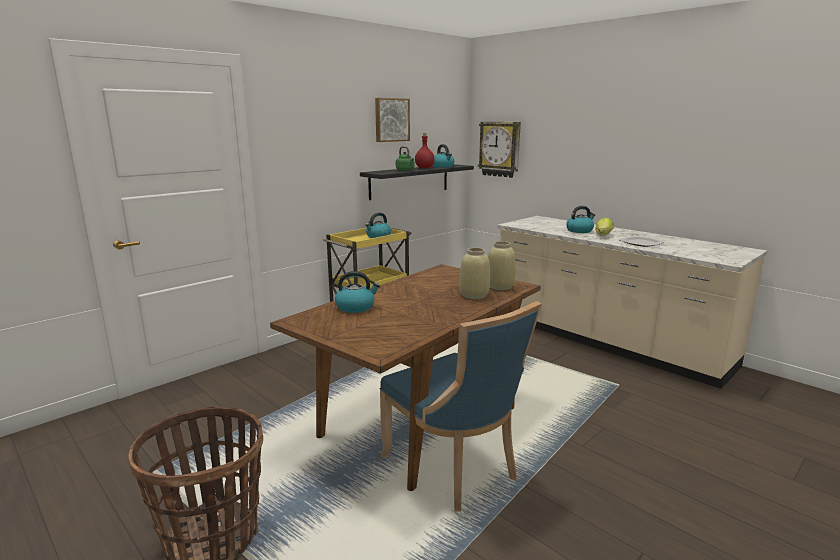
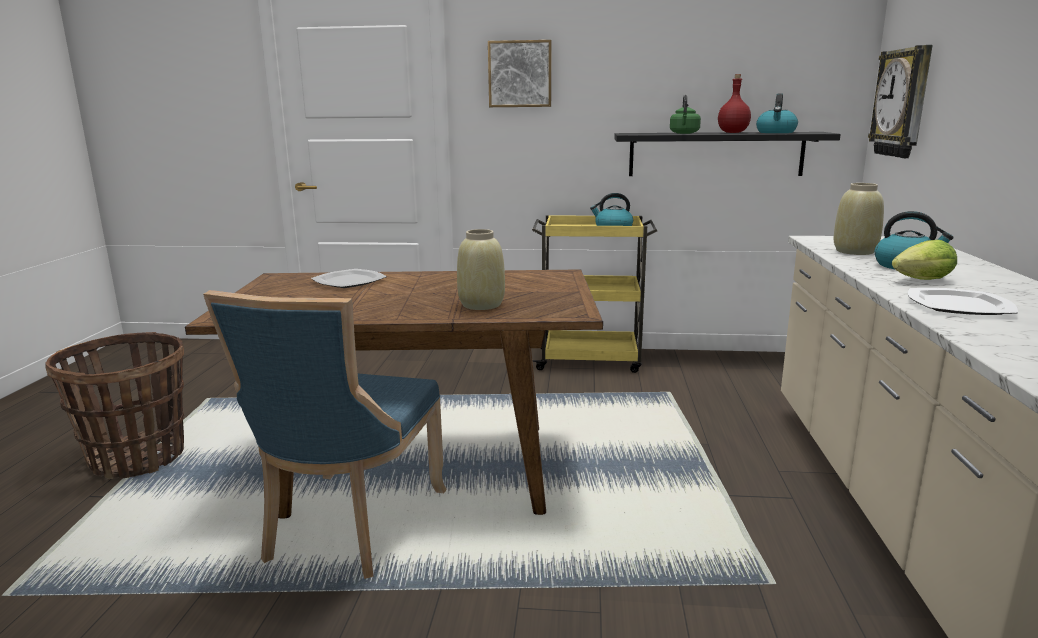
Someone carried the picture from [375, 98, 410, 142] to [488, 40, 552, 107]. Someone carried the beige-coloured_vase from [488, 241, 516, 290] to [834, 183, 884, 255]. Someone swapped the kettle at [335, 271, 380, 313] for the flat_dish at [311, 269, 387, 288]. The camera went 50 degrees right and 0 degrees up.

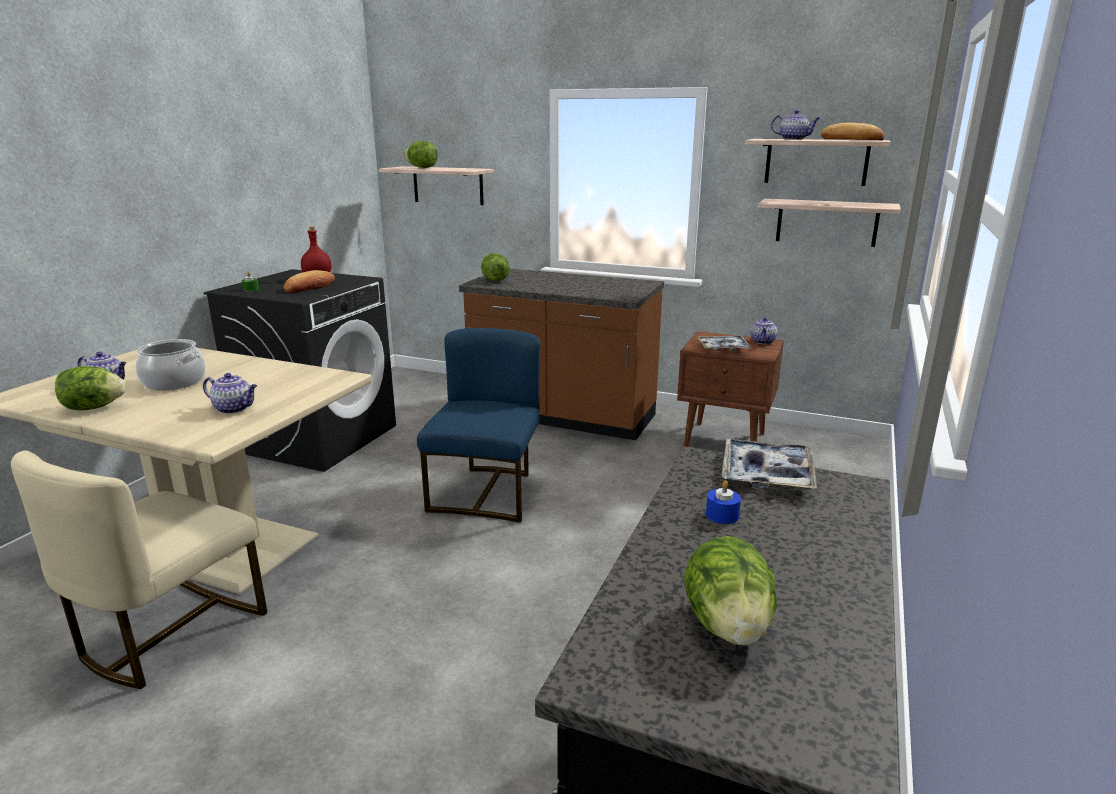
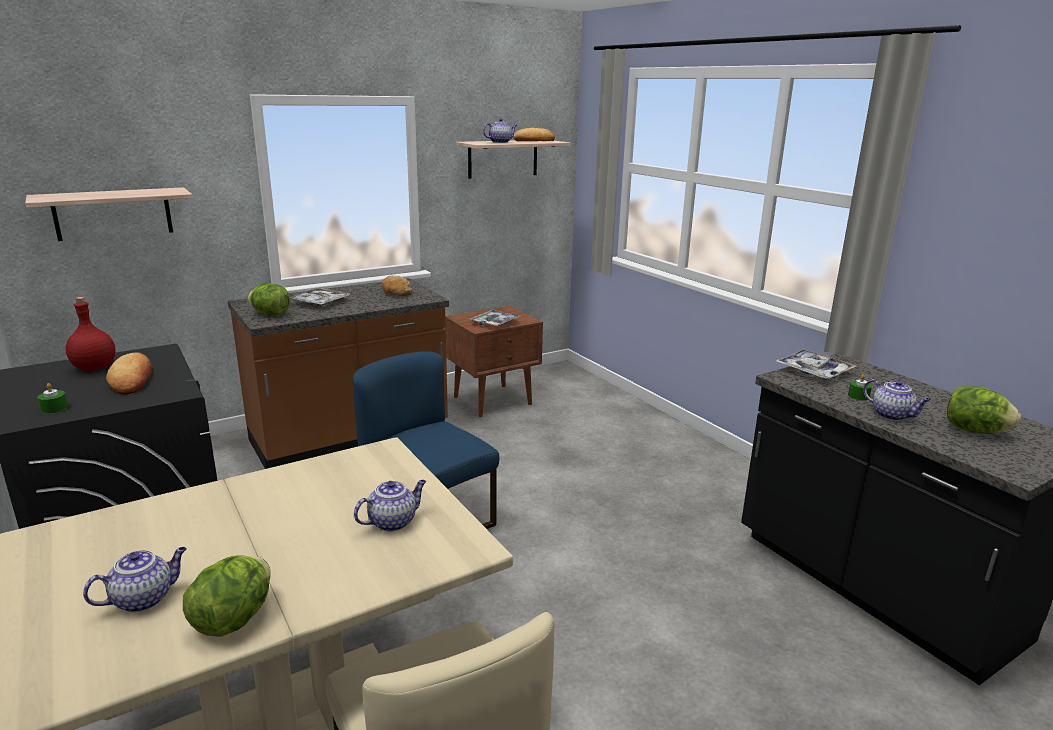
Someone took away the cooking_pot at [136, 339, 206, 390]. Someone took away the lettuce_head at [404, 141, 438, 168]. Someone took away the shelf at [757, 199, 901, 247]. Someone put down the serving_tray at [290, 288, 350, 305]. Someone put down the bread at [381, 275, 413, 296]. Someone carried the pot_for_tea from [750, 317, 778, 344] to [864, 379, 931, 421]. Someone repainted the blue-coloured_wax_candle at [706, 480, 741, 524], which became the greenish_wax_candle at [848, 374, 872, 400]. The camera went 55 degrees left and 0 degrees up.

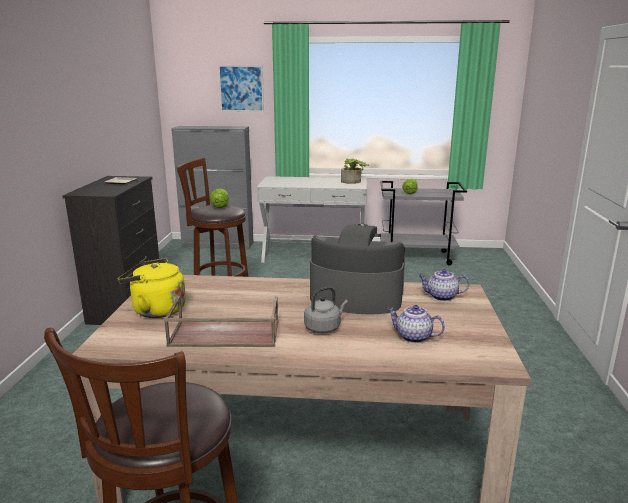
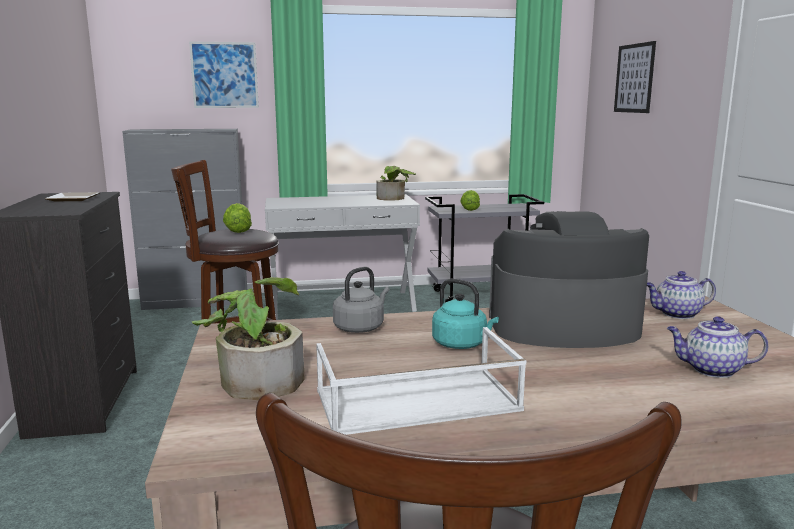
Someone put down the turquoise-coloured_kettle at [432, 279, 499, 349]. Someone put up the picture at [614, 41, 656, 113]. Someone carried the gray_kettle from [304, 286, 348, 333] to [333, 267, 389, 333]. Someone swapped the yellowish_kettle at [118, 258, 186, 318] for the houseplant at [191, 277, 305, 400]. Someone repainted the brownish_serving_tray at [164, 296, 278, 347], which became the white_serving_tray at [316, 327, 526, 435]. The camera went 15 degrees left and 5 degrees down.

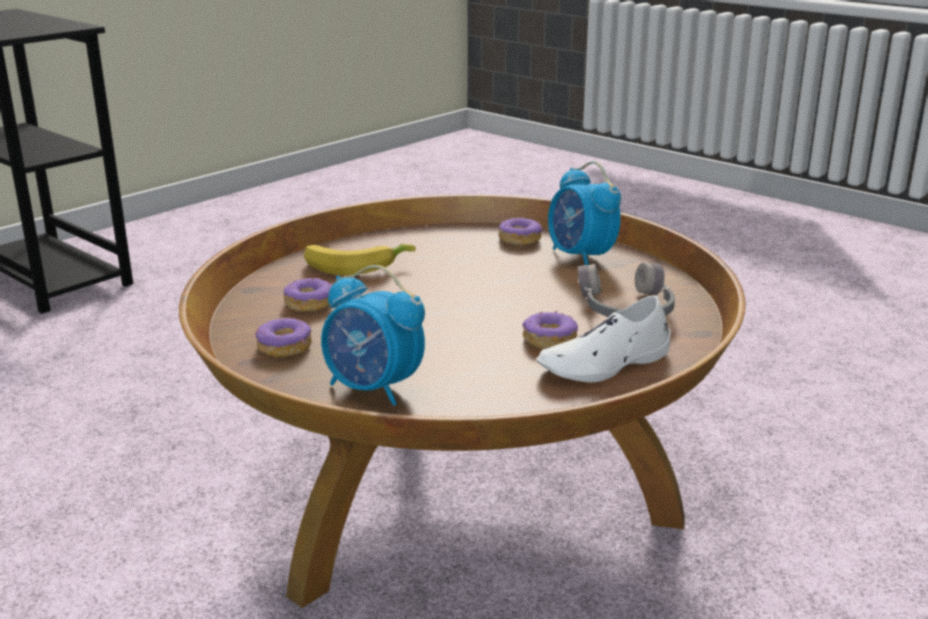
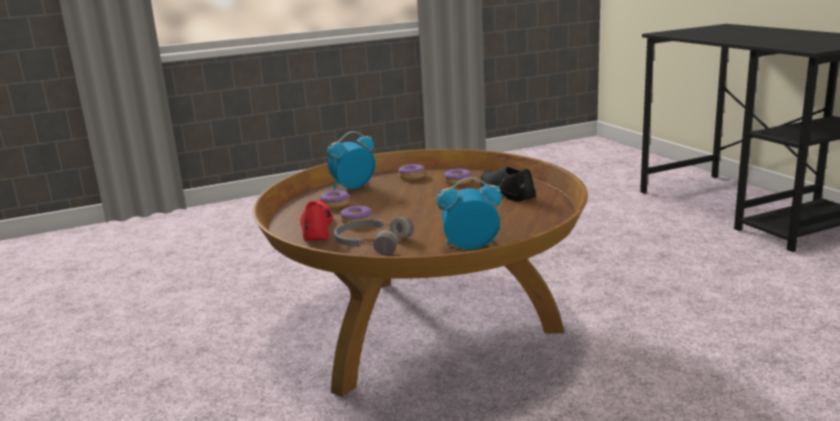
Someone carried the doughnut from [498, 217, 542, 246] to [320, 190, 350, 208]. Someone swapped the banana at [304, 244, 416, 275] for the blackish_low_shoe at [480, 167, 536, 202]. Someone repainted the white_low_shoe at [536, 295, 671, 382], which became the reddish_low_shoe at [300, 201, 333, 241]. The camera went 115 degrees right and 5 degrees down.

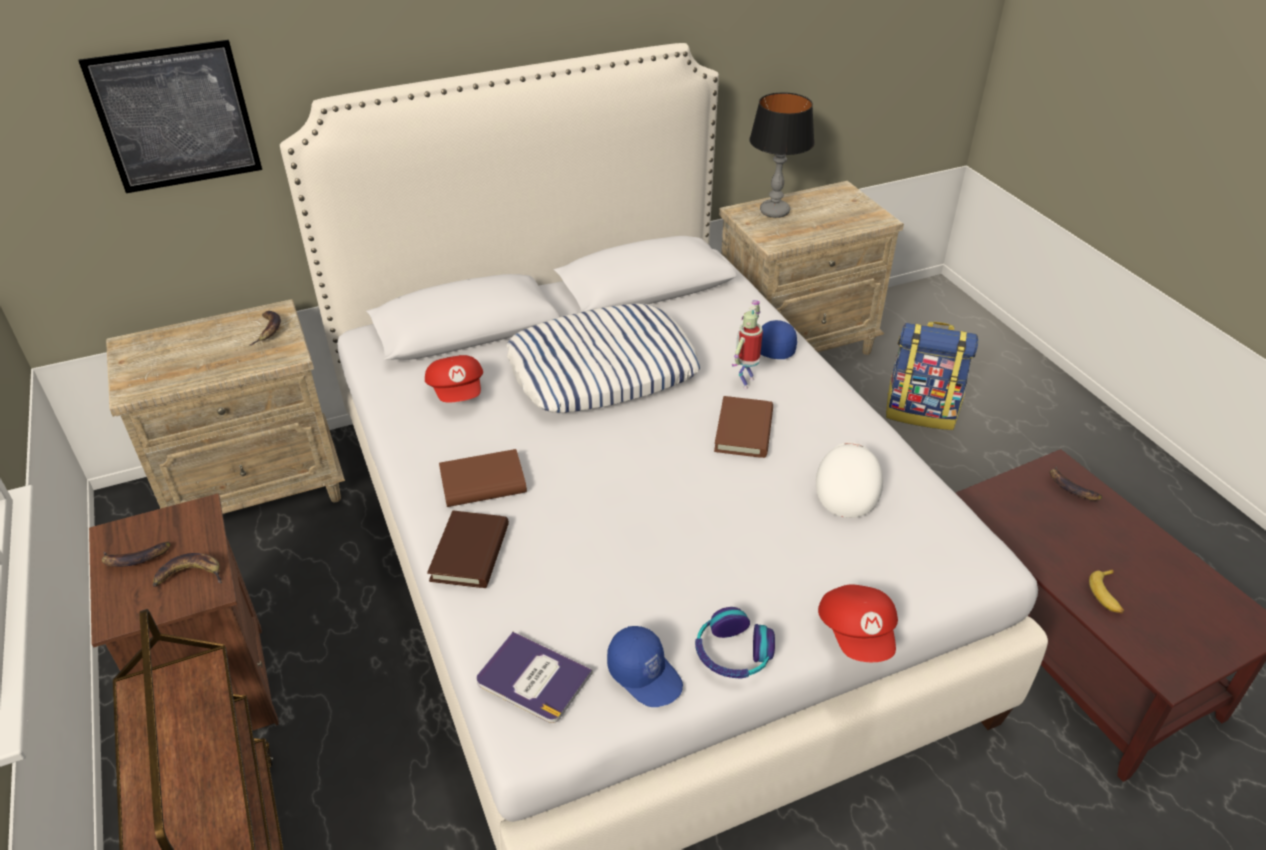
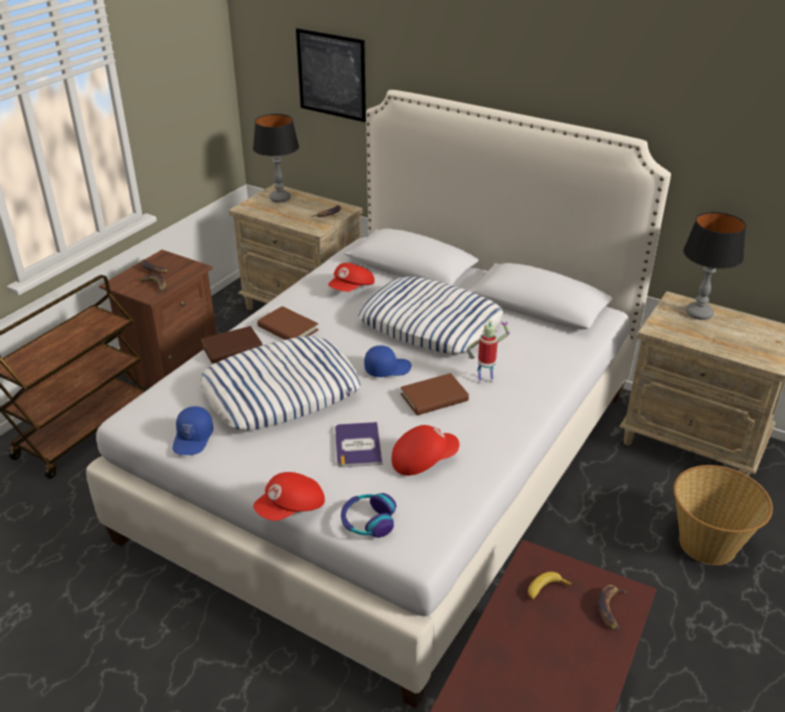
Someone put down the throw_pillow at [200, 336, 361, 430]. Someone put down the lamp_for_a_table at [253, 114, 299, 203]. Someone carried the book from [477, 632, 592, 723] to [335, 422, 382, 467]. Someone carried the headset from [695, 607, 775, 679] to [341, 493, 397, 538]. Someone carried the blue-coloured_baseball_cap from [761, 320, 797, 359] to [364, 345, 412, 377]. Someone carried the banana from [1089, 569, 1124, 614] to [528, 572, 572, 600]. Someone swapped the backpack at [886, 322, 978, 430] for the basket at [673, 465, 773, 565]. Someone repainted the white_baseball_cap at [816, 442, 883, 518], which became the reddish_baseball_cap at [392, 425, 460, 476]. The camera went 55 degrees right and 5 degrees down.

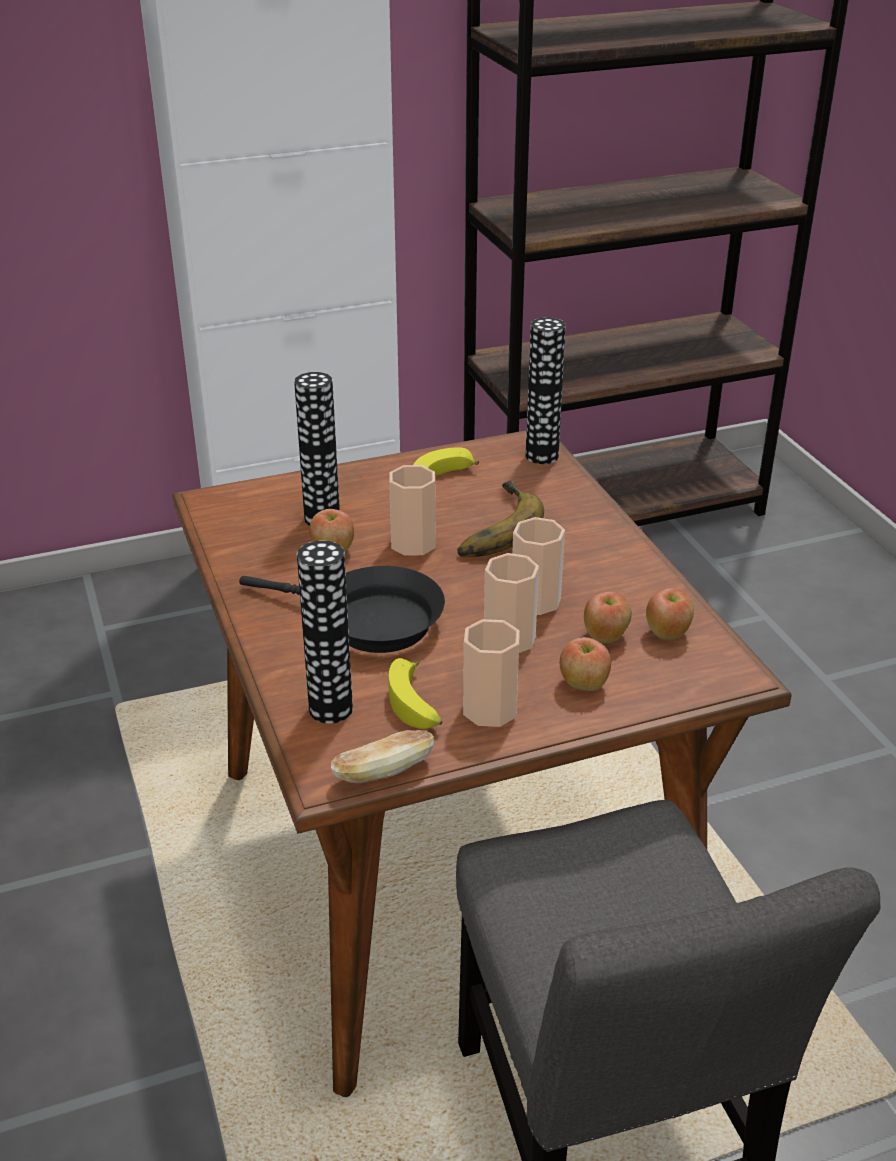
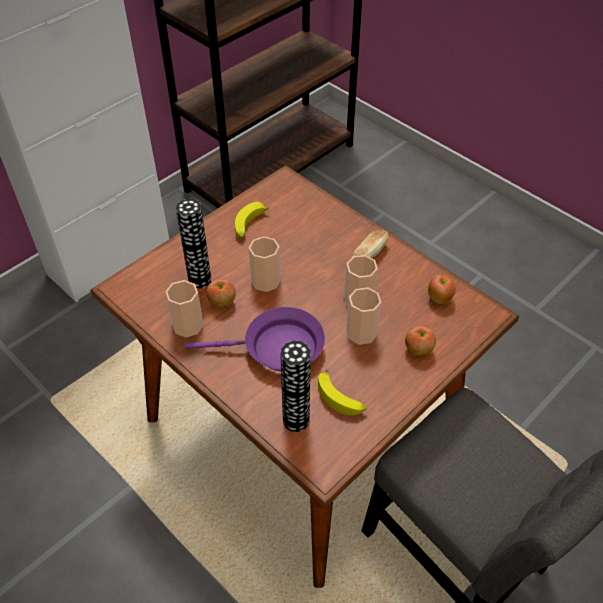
Someone took away the banana at [457, 481, 544, 557]. Someone took away the vase at [526, 317, 566, 464]. Someone took away the apple_fruit at [584, 592, 632, 643]. Someone carried the bread from [331, 730, 434, 783] to [351, 229, 388, 258]. Someone carried the cup from [463, 619, 520, 727] to [165, 280, 203, 337]. Someone repainted the blackish_frying_pan at [239, 566, 445, 653], which became the purple-coloured_frying_pan at [185, 307, 325, 371]. The camera went 25 degrees left and 15 degrees up.

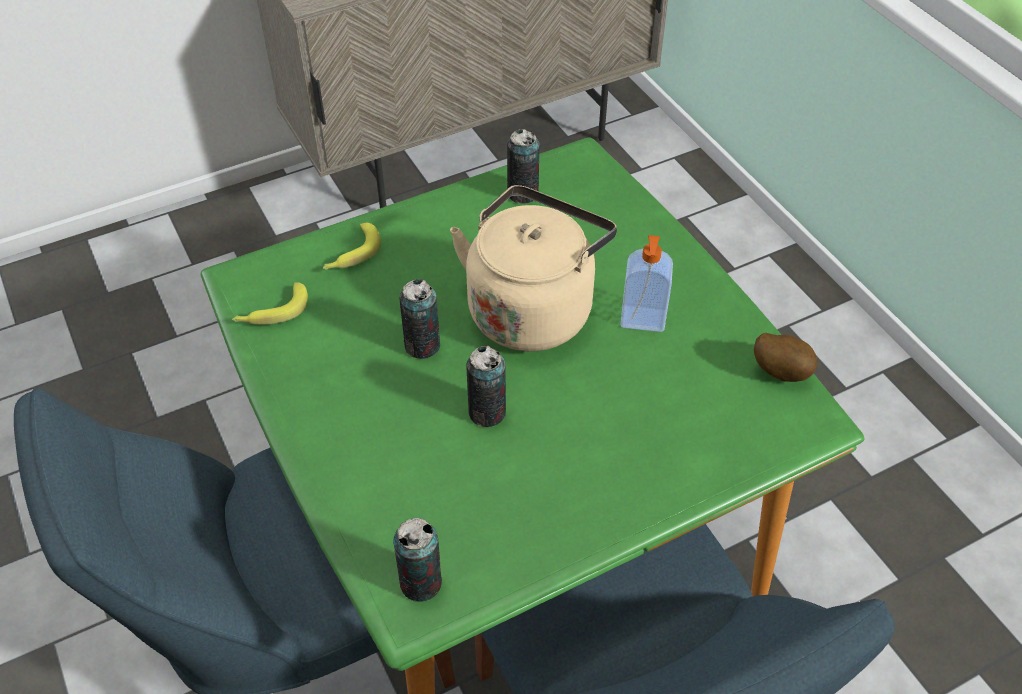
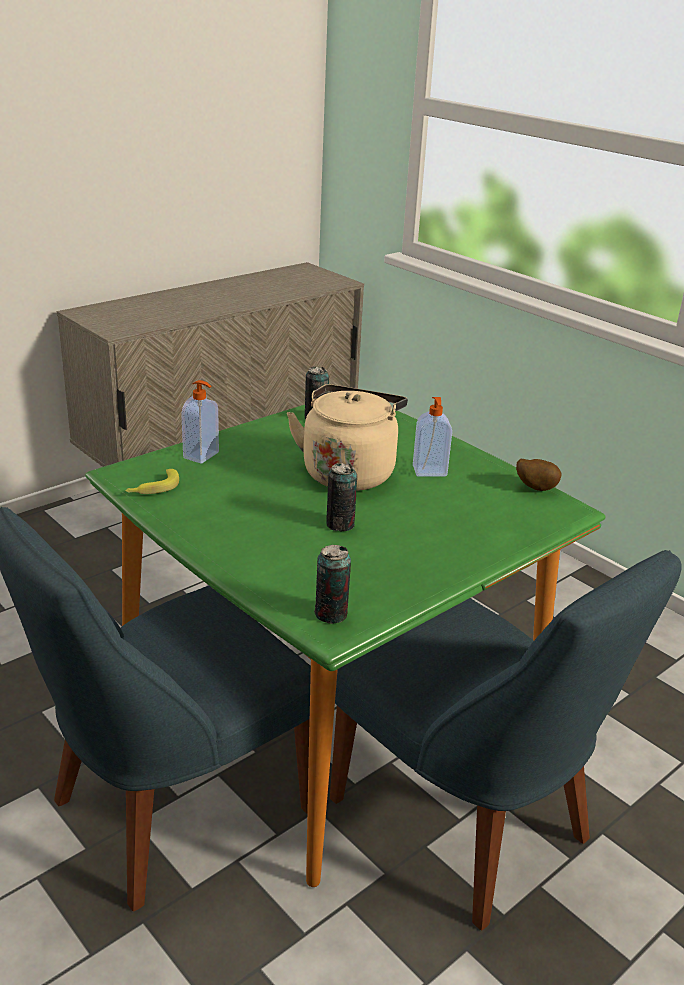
Someone took away the sealed_can at [400, 279, 441, 359]. Someone swapped the banana at [323, 223, 381, 270] for the liquid_soap_bottle at [181, 380, 219, 464]. The camera went 15 degrees left and 20 degrees down.

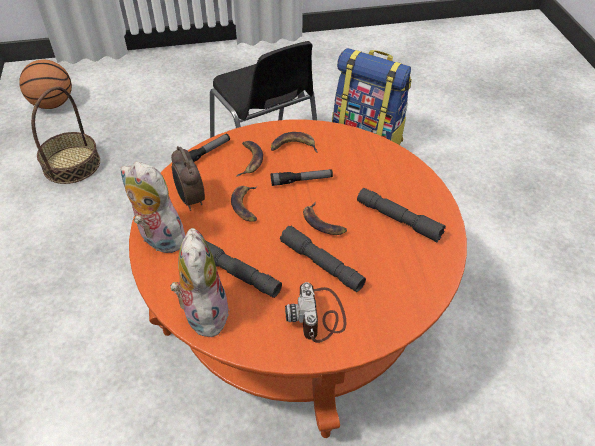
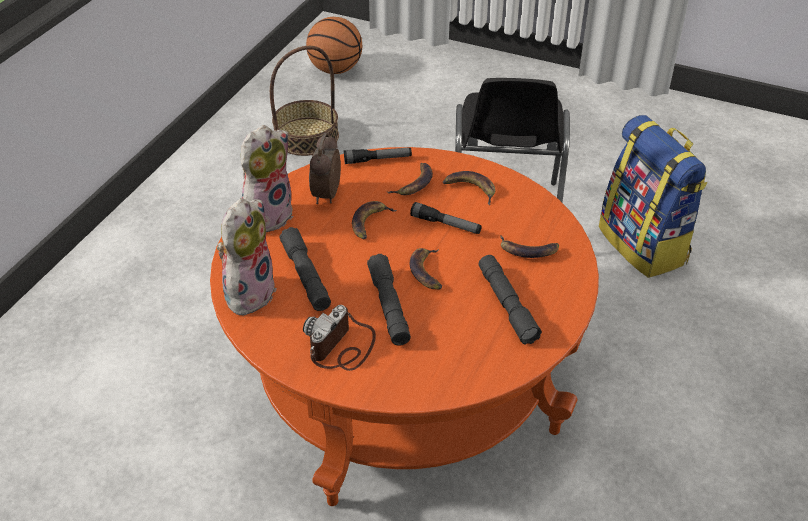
Someone put down the banana at [500, 235, 559, 258]. Someone rotated the soft_toy at [120, 162, 185, 253] by 60 degrees clockwise. The camera went 35 degrees right and 5 degrees down.

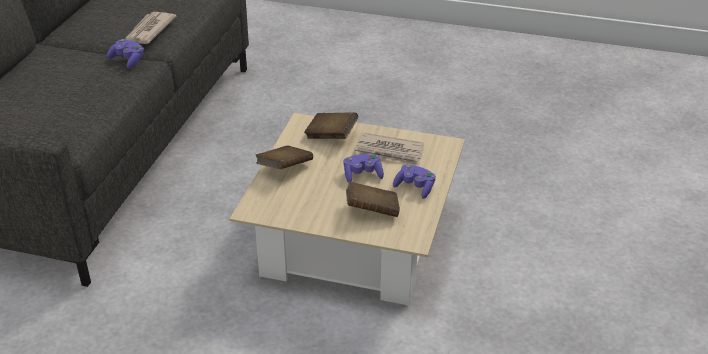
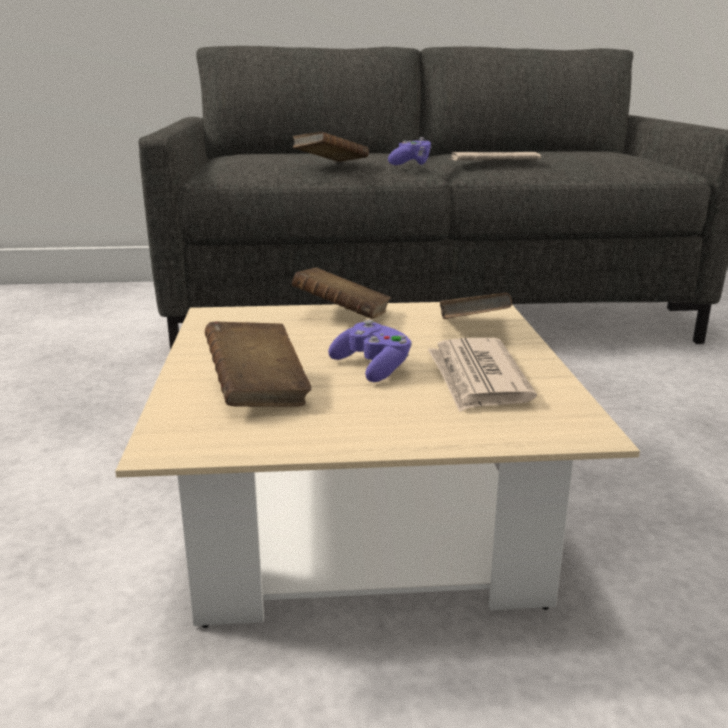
Someone took away the purple-coloured_joypad at [393, 164, 436, 199]. Someone put down the brownish_book at [293, 132, 369, 162]. The camera went 70 degrees right and 15 degrees down.

